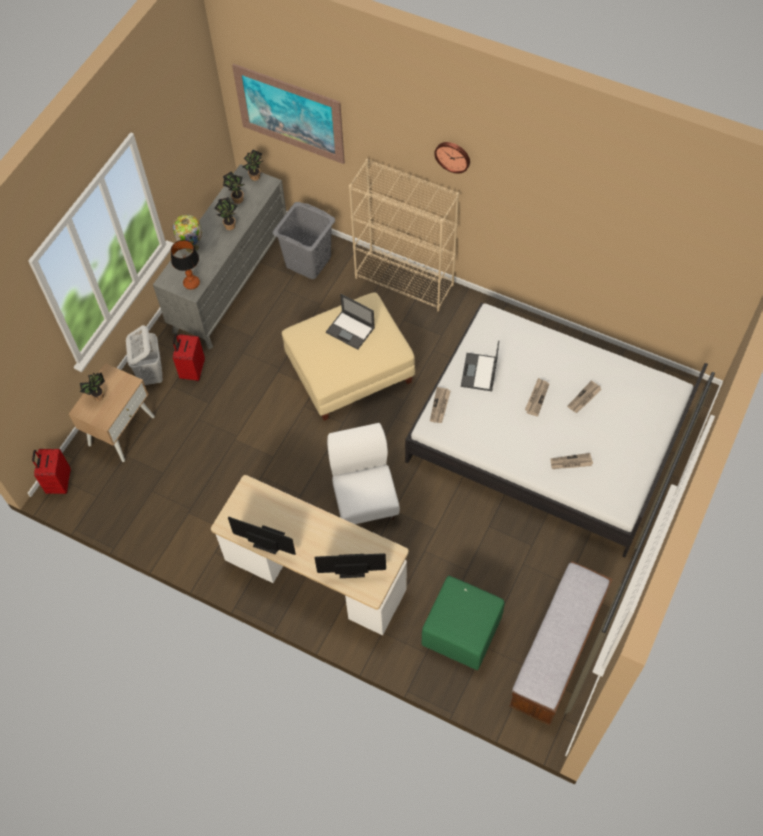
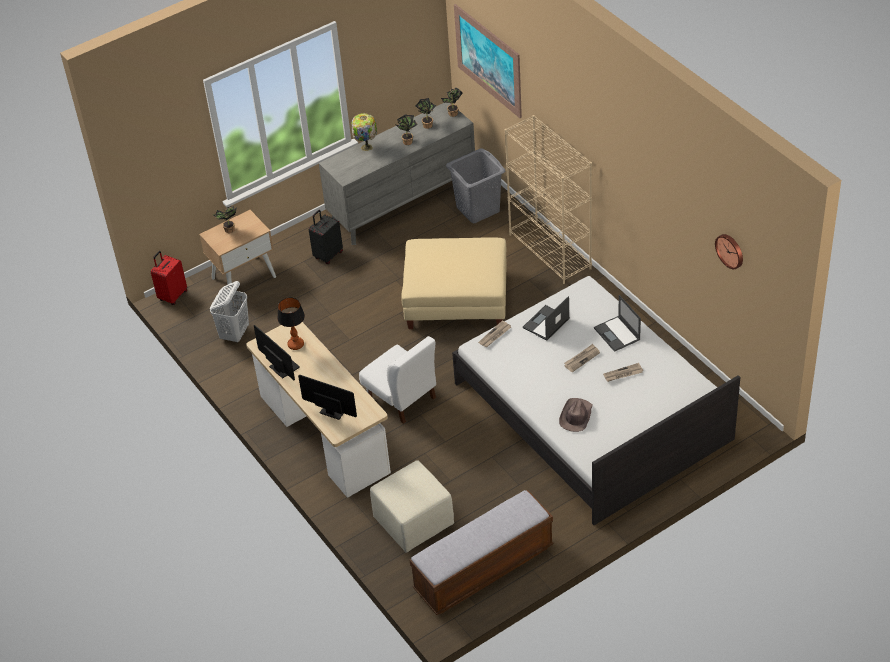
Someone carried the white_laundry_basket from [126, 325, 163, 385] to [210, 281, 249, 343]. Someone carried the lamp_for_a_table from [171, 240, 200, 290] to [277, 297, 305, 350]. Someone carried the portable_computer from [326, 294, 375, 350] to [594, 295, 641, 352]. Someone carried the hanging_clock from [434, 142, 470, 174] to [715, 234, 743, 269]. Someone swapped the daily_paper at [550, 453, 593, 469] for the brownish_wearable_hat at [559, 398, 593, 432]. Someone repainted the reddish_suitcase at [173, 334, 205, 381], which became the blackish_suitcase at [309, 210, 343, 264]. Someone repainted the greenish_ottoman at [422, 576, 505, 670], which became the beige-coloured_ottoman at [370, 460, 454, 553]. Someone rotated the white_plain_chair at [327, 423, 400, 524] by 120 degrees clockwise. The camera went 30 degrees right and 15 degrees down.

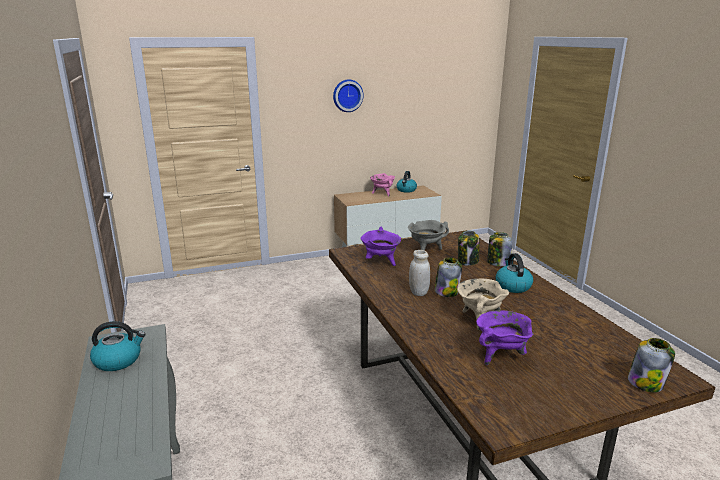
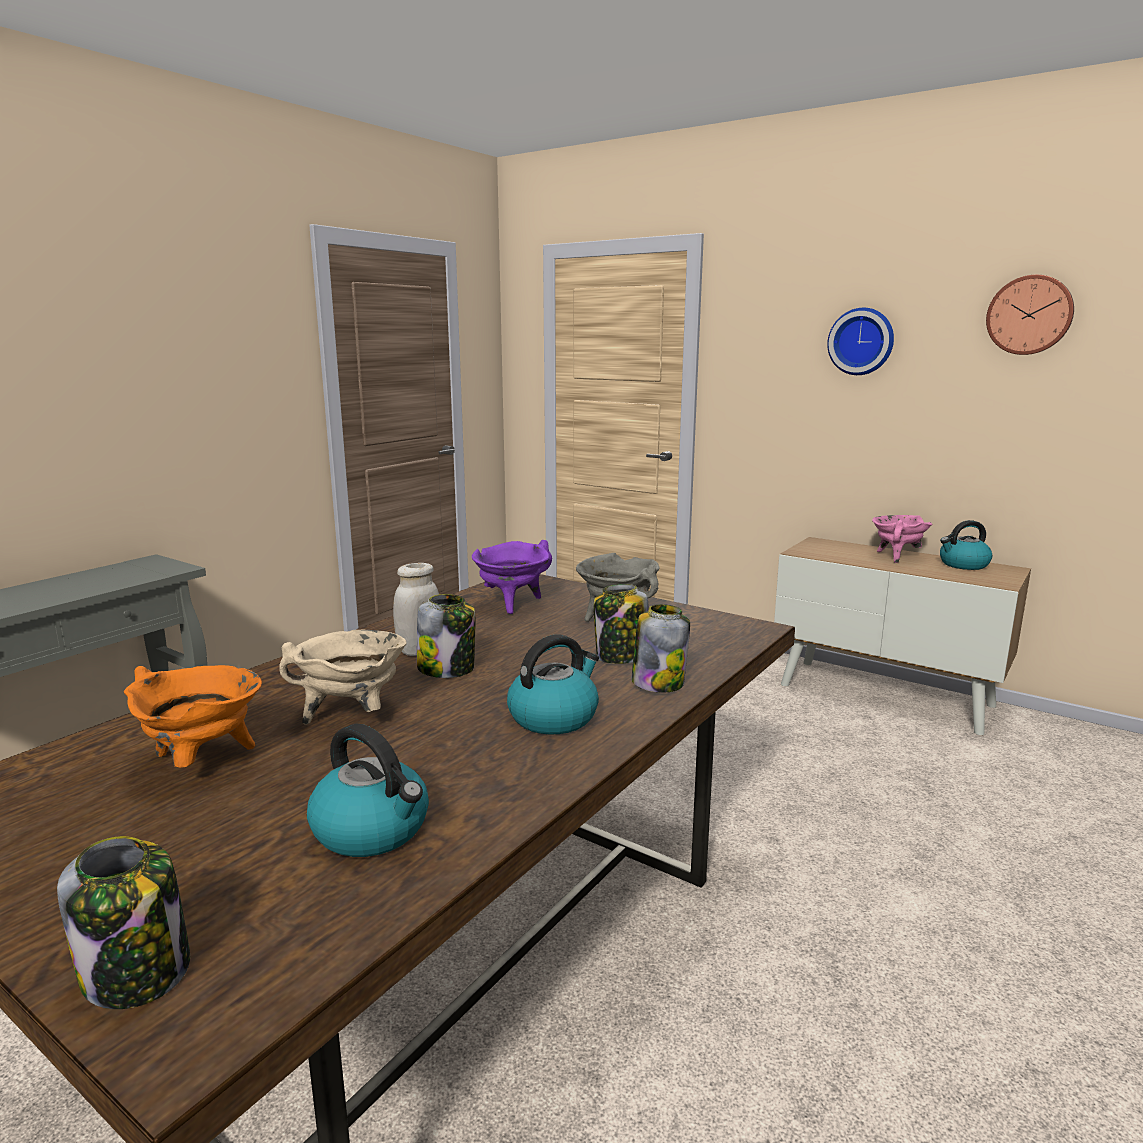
Someone put up the hanging_clock at [986, 275, 1074, 355]. Someone carried the kettle from [90, 321, 146, 371] to [307, 724, 429, 857]. Someone repainted the purple-coloured_cooking_pot at [476, 310, 534, 365], which became the orangey_cooking_pot at [124, 665, 262, 768]. The camera went 55 degrees right and 5 degrees down.

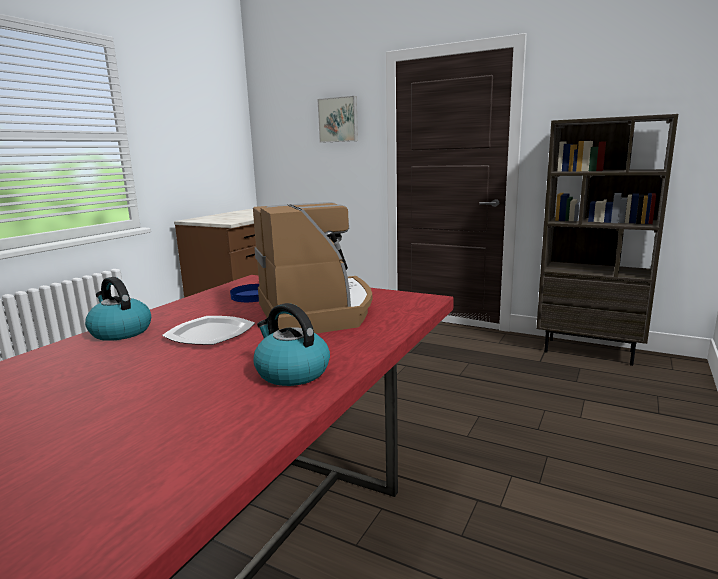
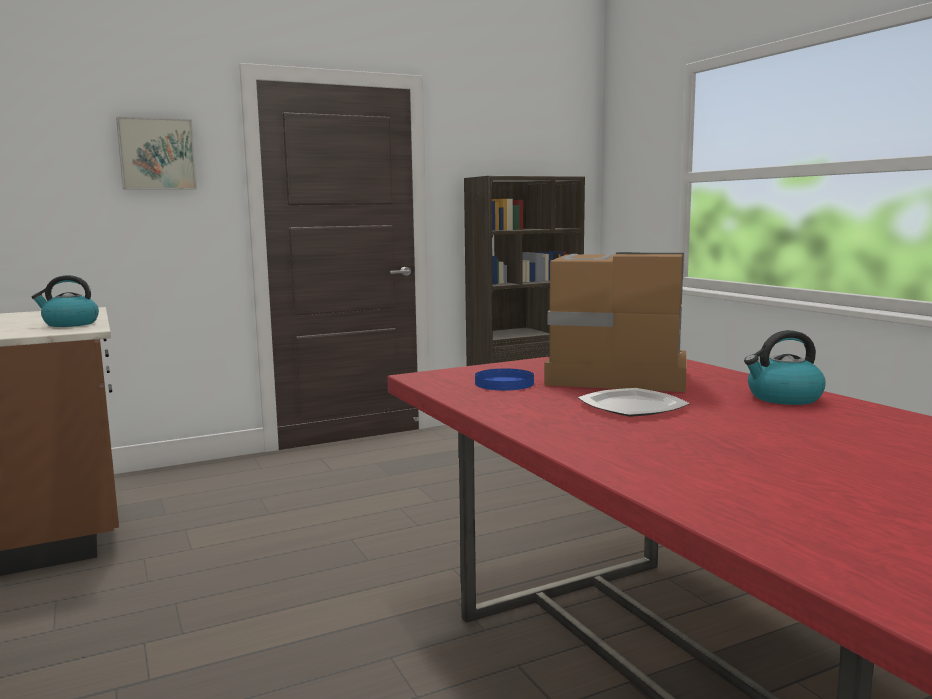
Someone carried the kettle from [85, 277, 151, 341] to [32, 275, 99, 327]. The camera went 55 degrees left and 5 degrees down.

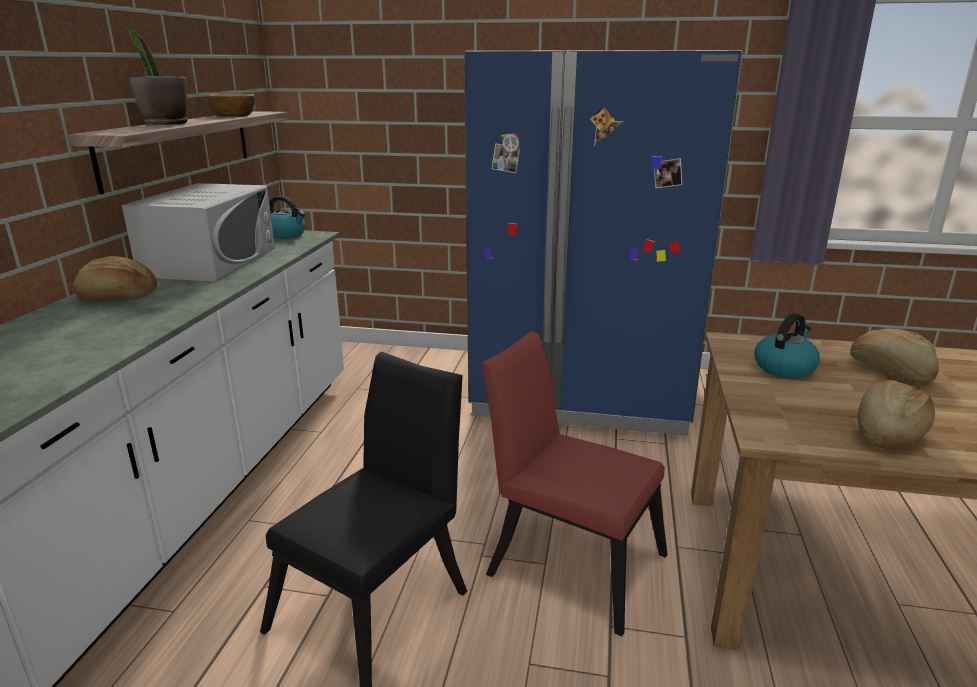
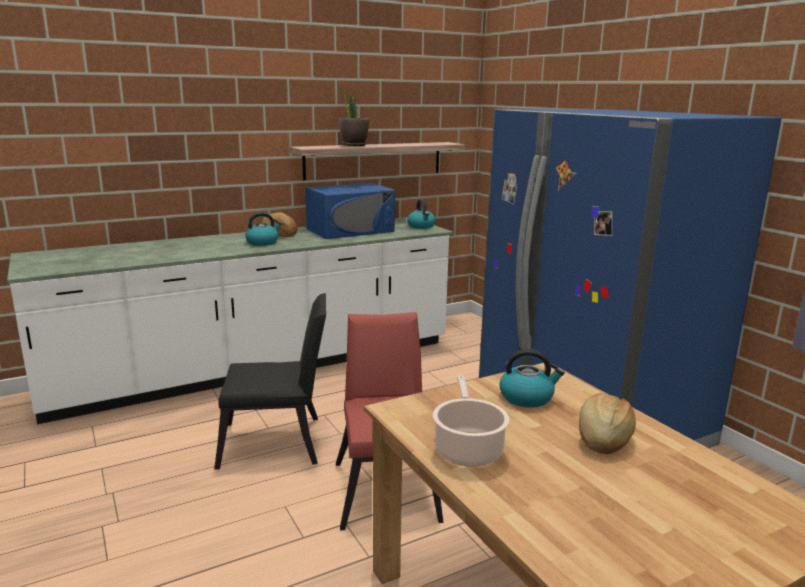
Someone took away the deep_dish at [207, 94, 255, 116]. Someone put down the kettle at [245, 212, 282, 246]. Someone swapped the bread at [857, 380, 935, 450] for the cooking_pot at [433, 376, 510, 467]. Someone repainted the white_microwave at [122, 183, 275, 282], which became the blue-coloured_microwave at [305, 183, 395, 239]. The camera went 50 degrees right and 5 degrees down.

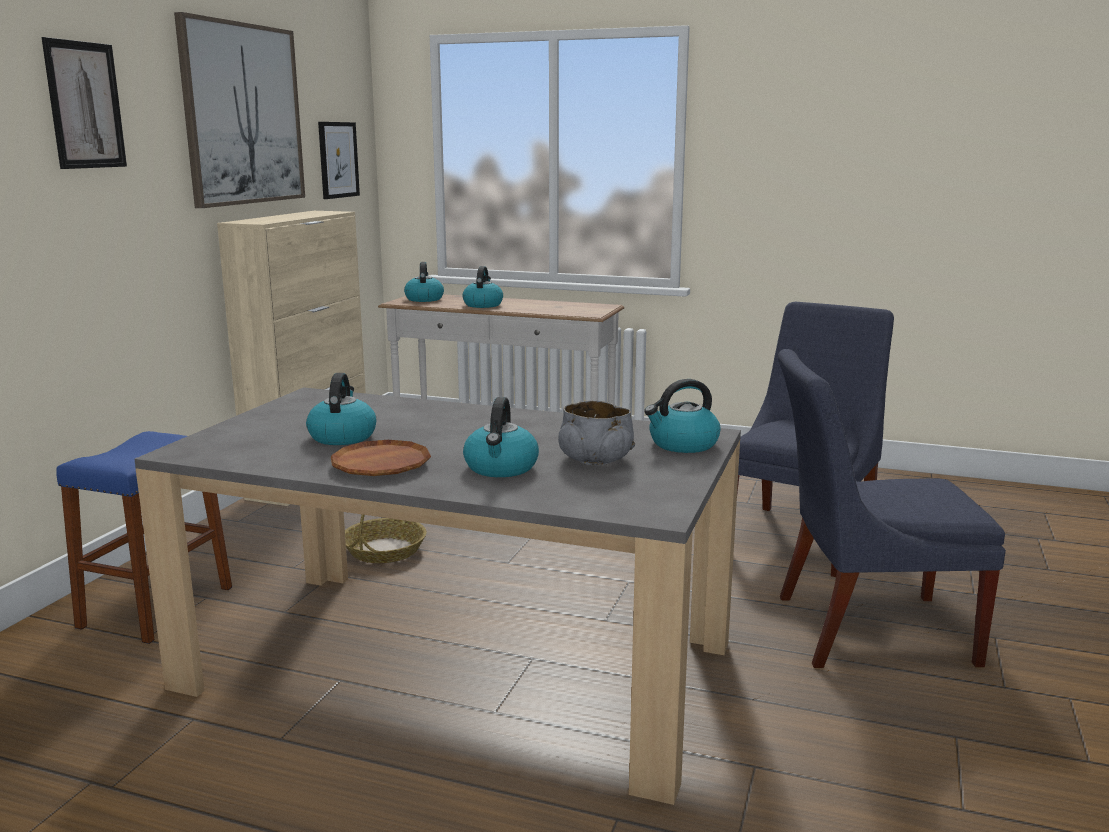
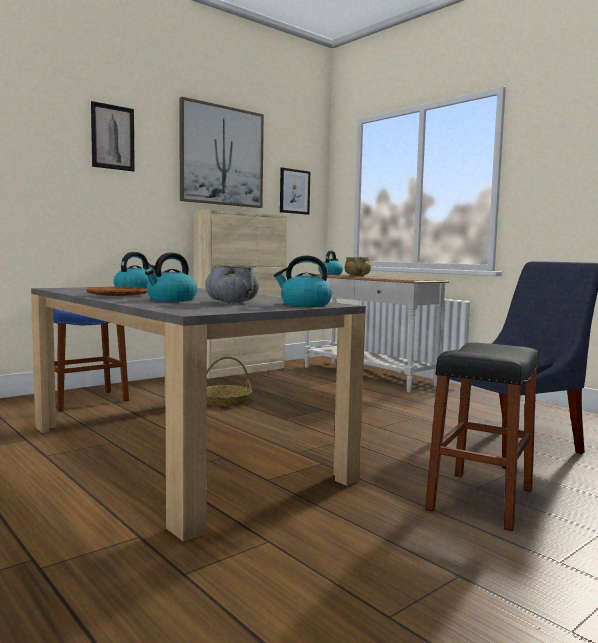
Someone swapped the kettle at [462, 266, 503, 308] for the beige-coloured_deep_dish at [345, 257, 371, 276]. Someone swapped the blue-coloured_plain_chair at [778, 349, 1006, 668] for the blackish_sitting_stool at [425, 342, 539, 531]. The camera went 30 degrees right and 10 degrees down.

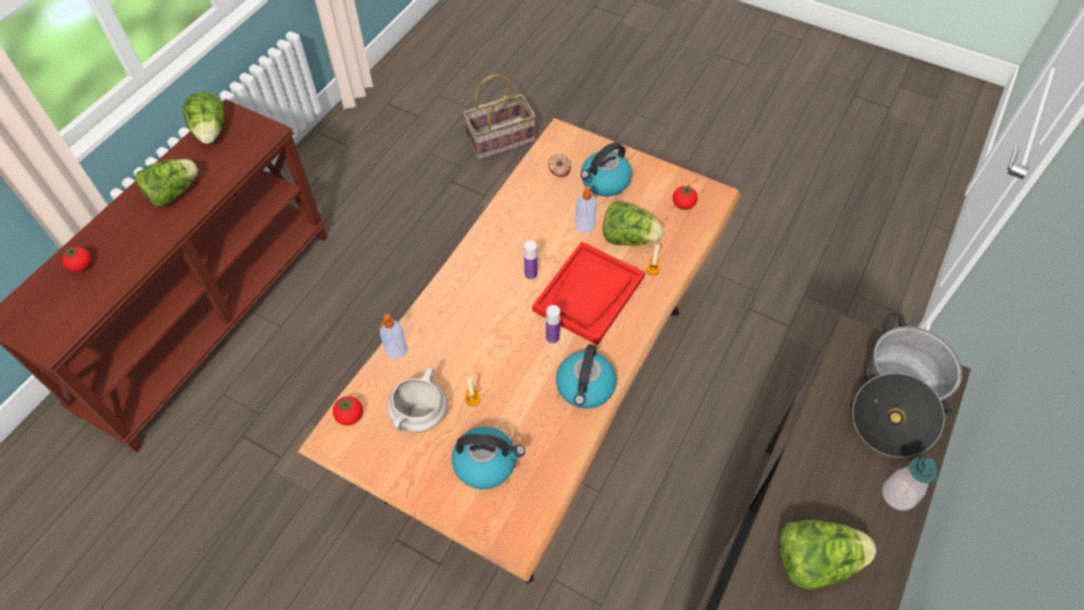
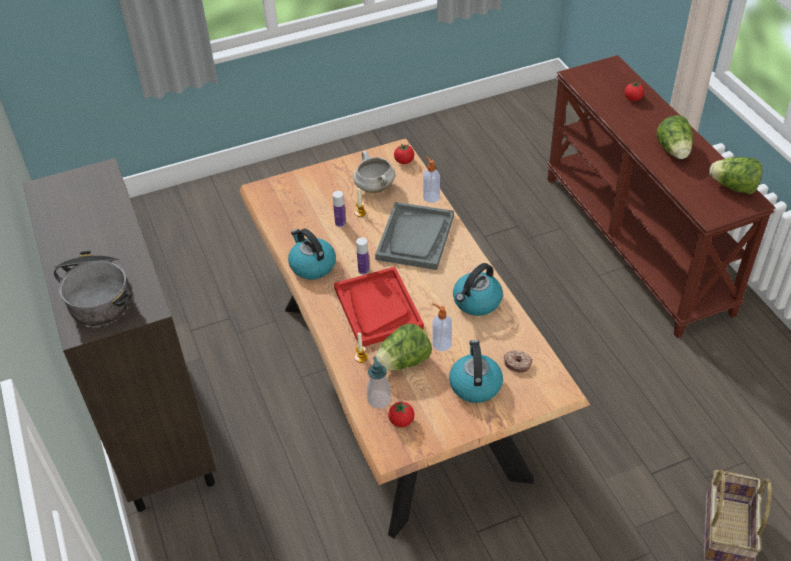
Someone took away the lettuce_head at [779, 519, 876, 590]. Someone put down the gray_serving_tray at [375, 202, 454, 270]. Someone carried the kettle from [452, 426, 525, 489] to [453, 263, 503, 316]. Someone carried the drink_bottle from [524, 240, 537, 280] to [333, 191, 346, 227]. Someone carried the liquid_soap_bottle from [882, 457, 938, 511] to [367, 357, 391, 408]. The camera went 130 degrees right and 10 degrees down.

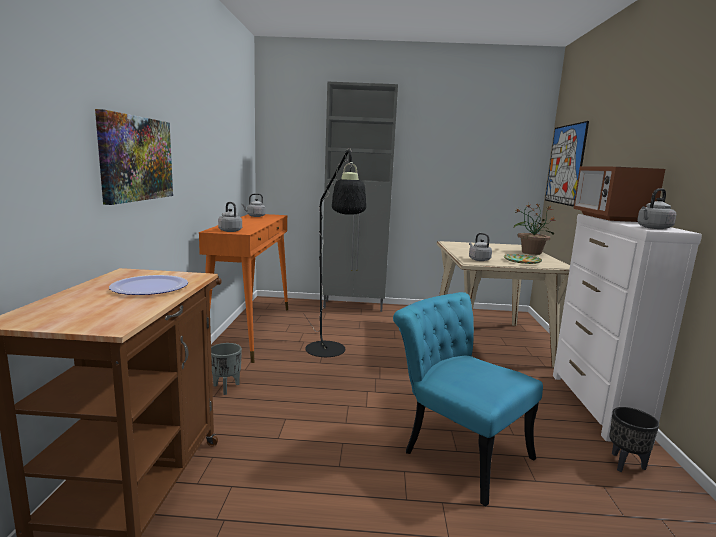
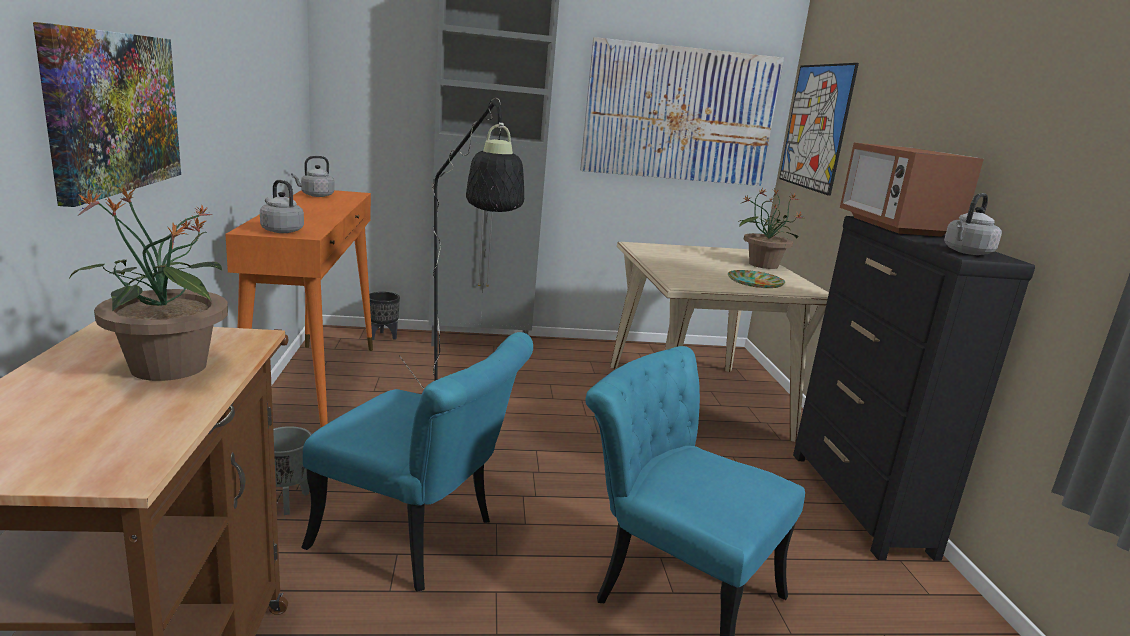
Someone took away the gray_kettle at [469, 233, 492, 261]. Someone put down the turquoise-coloured_plain_chair at [301, 332, 533, 592]. Someone put up the picture at [580, 37, 784, 186]. Someone carried the blackish_planter from [609, 407, 659, 472] to [369, 292, 400, 340]. Someone swapped the flat_dish at [109, 275, 188, 295] for the houseplant at [69, 186, 228, 381]. Someone repainted the white_chest_of_drawers at [553, 214, 702, 443], which became the blackish_chest_of_drawers at [793, 216, 1035, 561]. The camera went 10 degrees left and 5 degrees up.

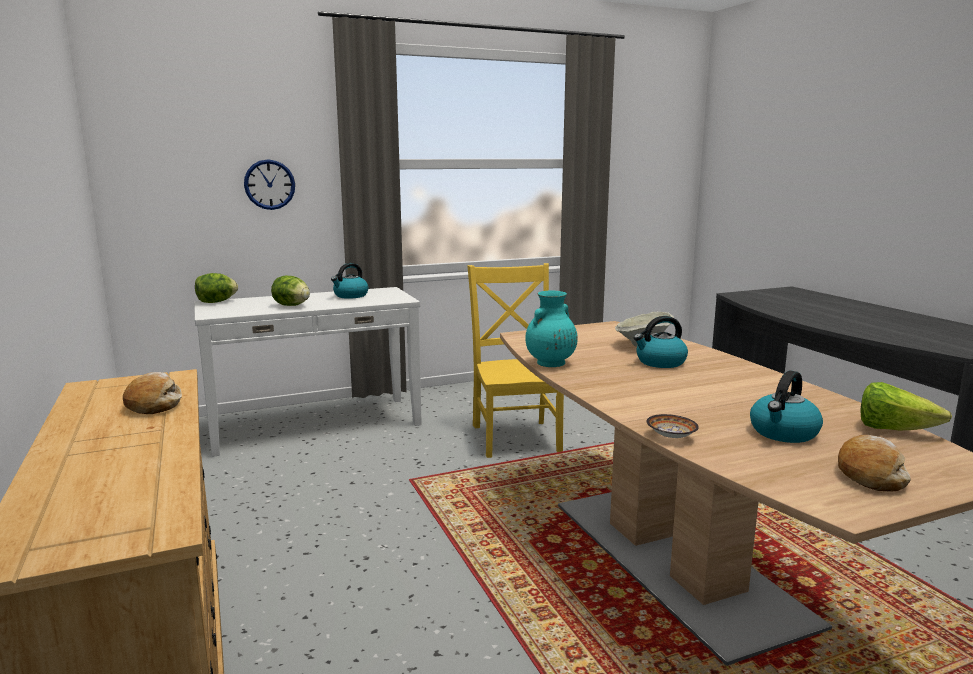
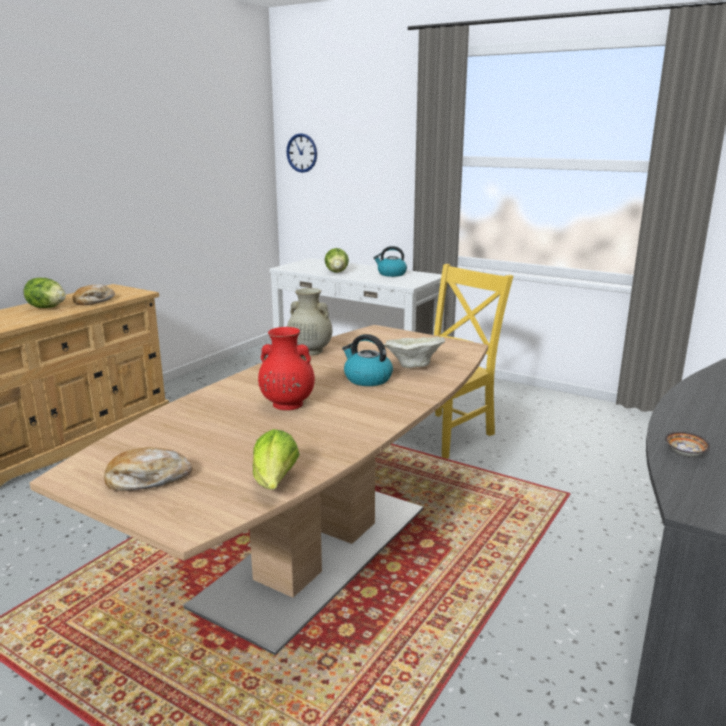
Someone took away the kettle at [750, 371, 823, 443]. Someone put down the reddish_vase at [258, 327, 315, 410]. Someone carried the lettuce_head from [195, 273, 238, 303] to [24, 278, 66, 308]. Someone carried the hanging_clock from [244, 159, 295, 210] to [286, 133, 317, 173]. Someone carried the deep_dish from [646, 414, 699, 438] to [665, 432, 710, 457]. Someone repainted the turquoise-coloured_vase at [525, 291, 578, 367], which became the beige-coloured_vase at [287, 288, 332, 355]. The camera went 55 degrees right and 5 degrees up.

